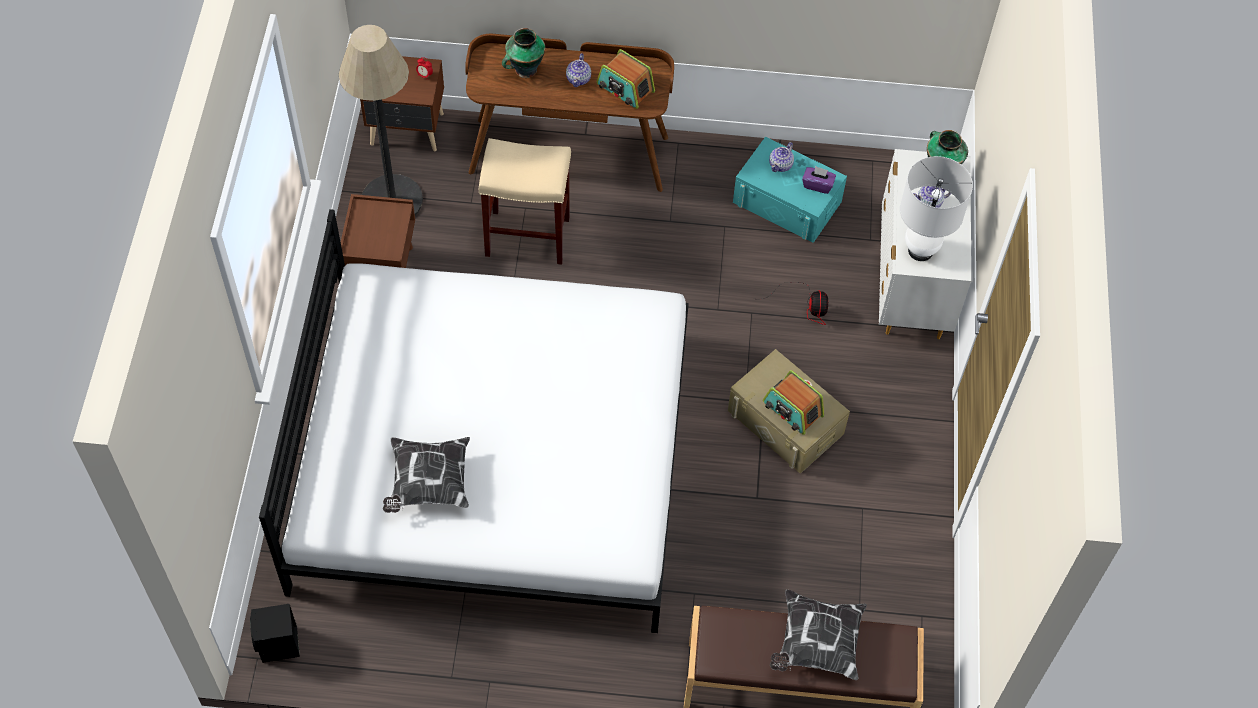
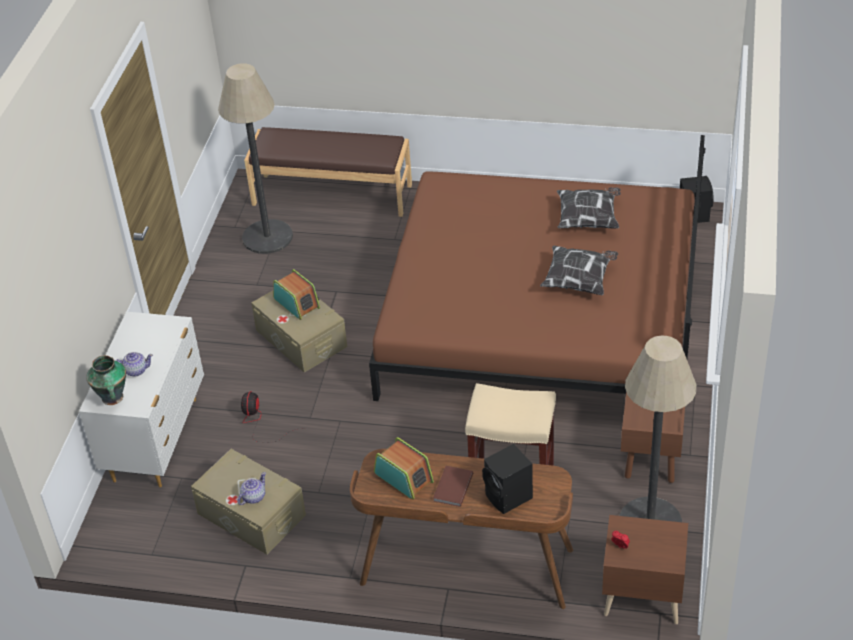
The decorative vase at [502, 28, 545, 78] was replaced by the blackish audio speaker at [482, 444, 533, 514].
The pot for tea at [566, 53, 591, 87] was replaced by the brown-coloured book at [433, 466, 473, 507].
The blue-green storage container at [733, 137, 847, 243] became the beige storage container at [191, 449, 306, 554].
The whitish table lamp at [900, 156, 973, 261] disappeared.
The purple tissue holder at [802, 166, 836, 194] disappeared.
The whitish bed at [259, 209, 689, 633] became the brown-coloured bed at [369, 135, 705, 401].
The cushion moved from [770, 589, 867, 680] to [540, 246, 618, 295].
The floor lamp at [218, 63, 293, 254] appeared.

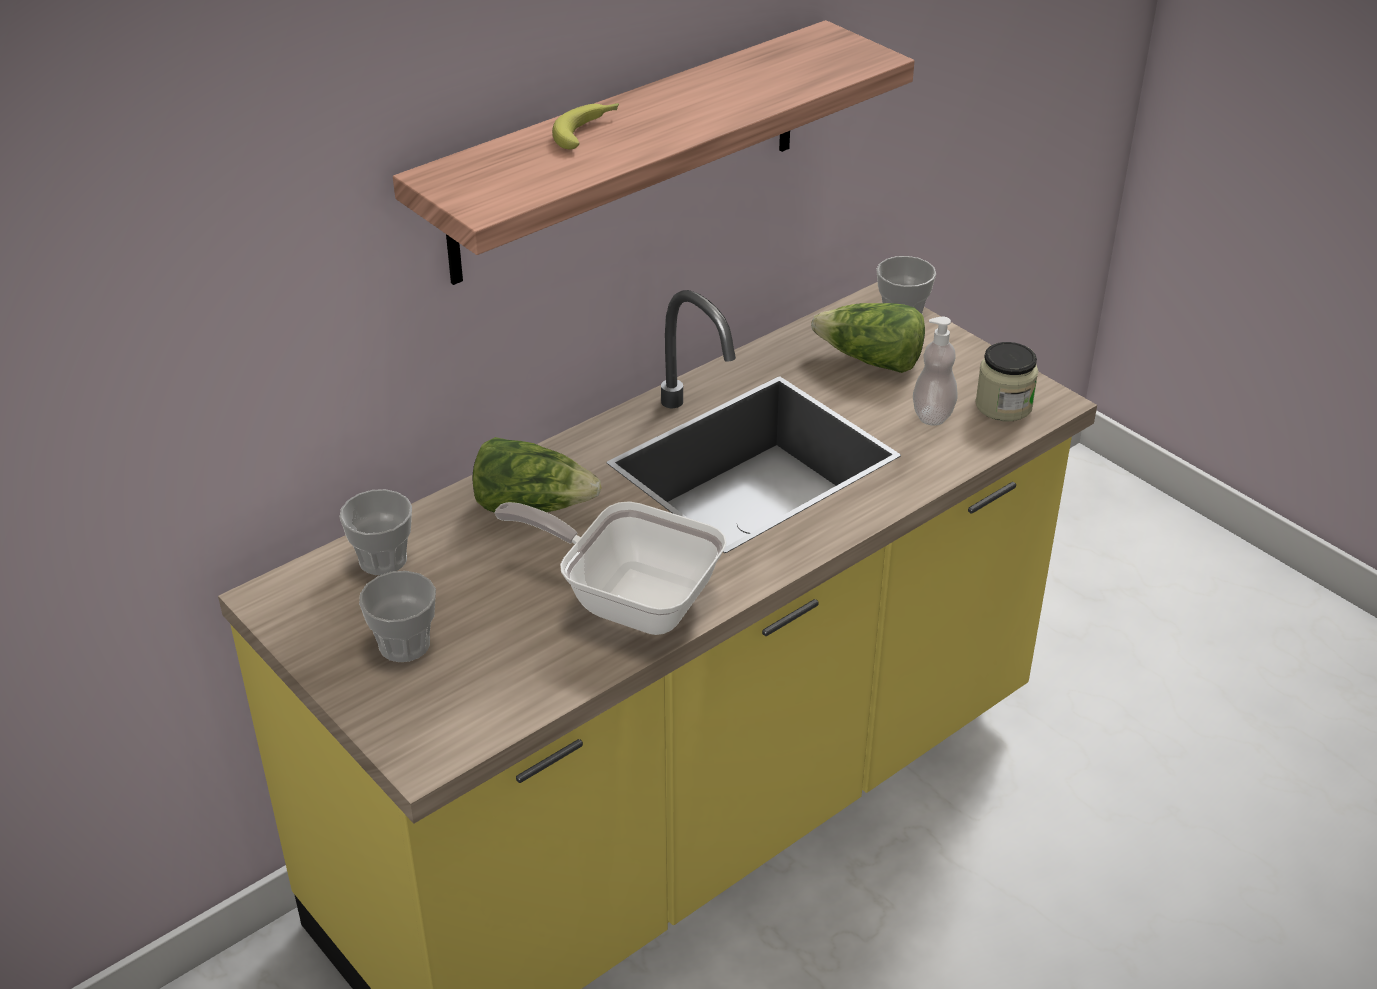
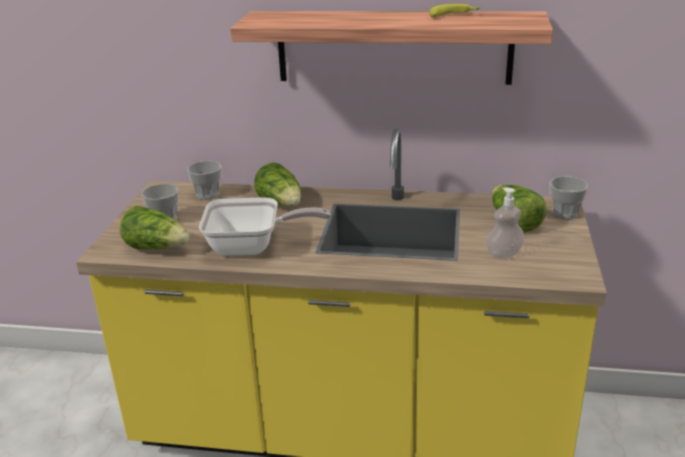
The banana moved from [552, 103, 619, 149] to [430, 4, 480, 18].
The jar at [975, 342, 1038, 421] disappeared.
The frying pan at [494, 501, 726, 635] turned 105 degrees clockwise.
The lettuce at [120, 206, 190, 249] appeared.

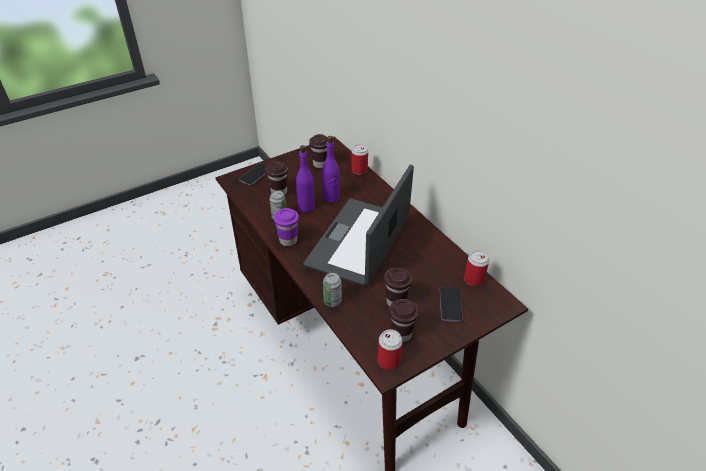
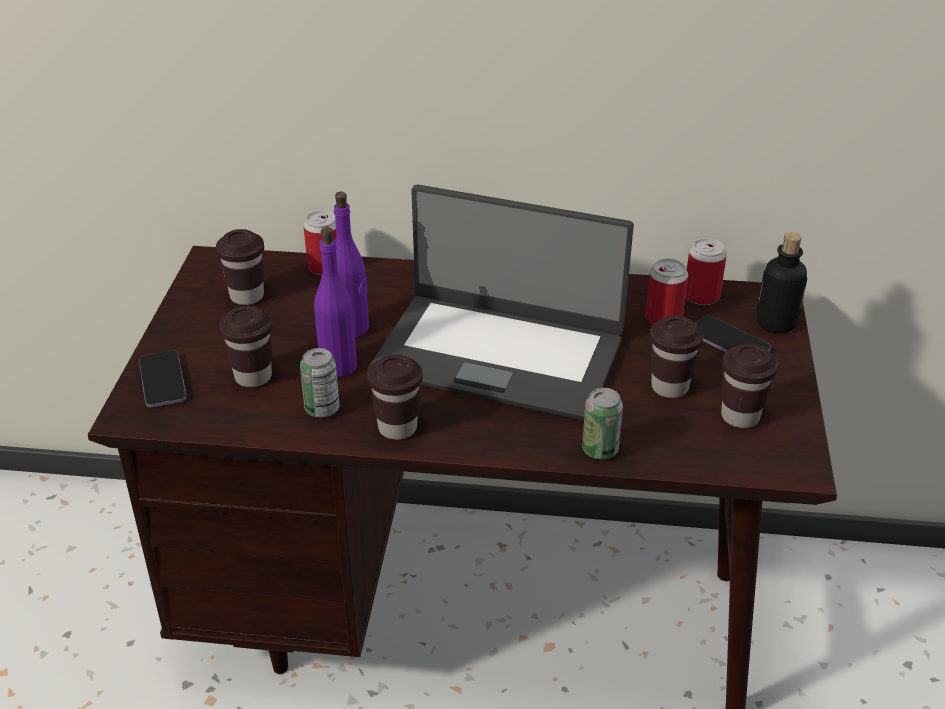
The portable computer at [303, 164, 414, 287] turned 45 degrees counterclockwise.
The purple drinking cup at [274, 208, 299, 246] became the brown-coloured drinking cup at [367, 354, 423, 440].
The can moved from [377, 329, 403, 370] to [645, 259, 688, 324].
The drink bottle at [756, 232, 807, 334] appeared.

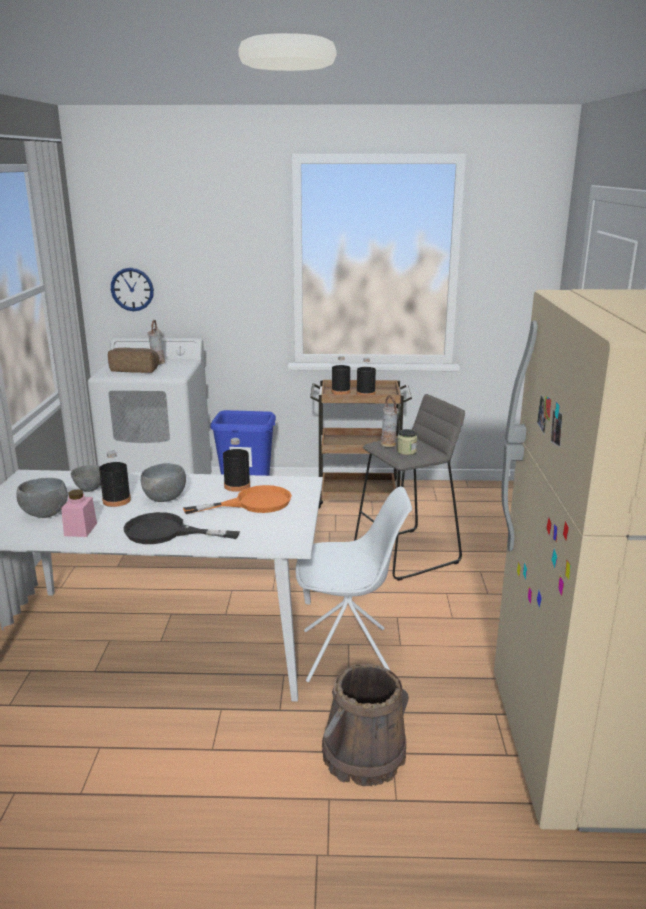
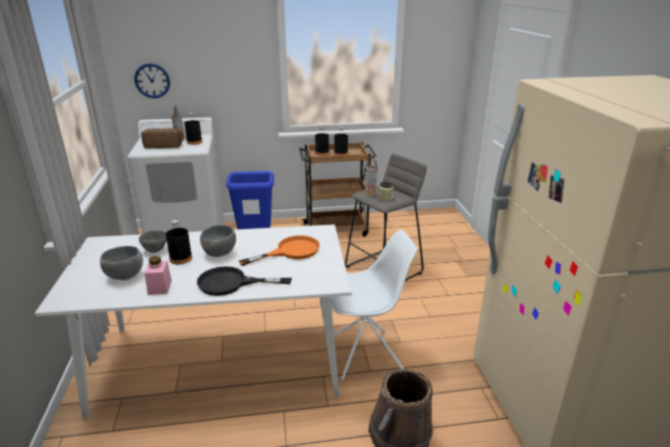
The blackish drink bottle moved from [223, 438, 250, 492] to [184, 113, 202, 145].

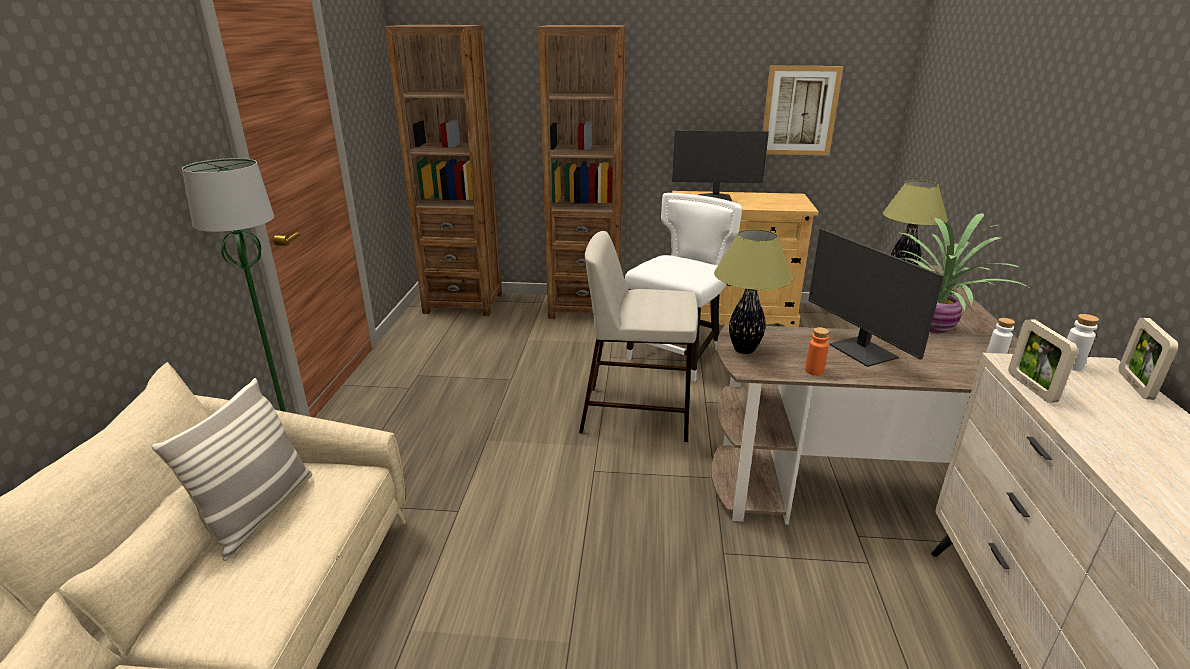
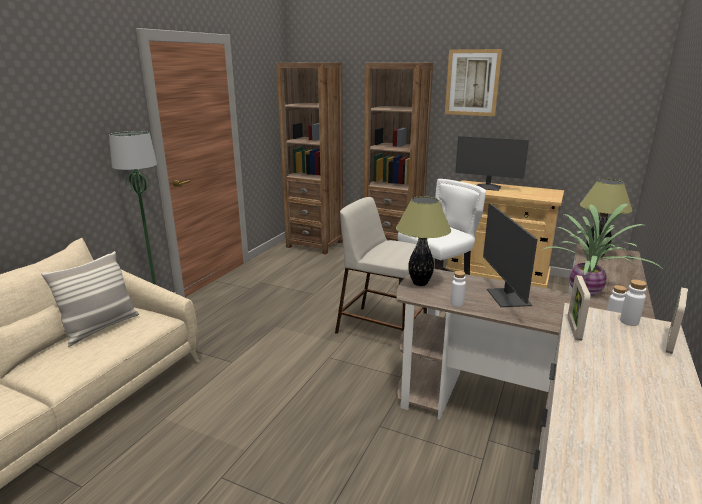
The picture moved from [763, 66, 843, 155] to [445, 49, 502, 116].
The orange drink bottle at [805, 327, 829, 376] became the whitish drink bottle at [450, 271, 466, 307].

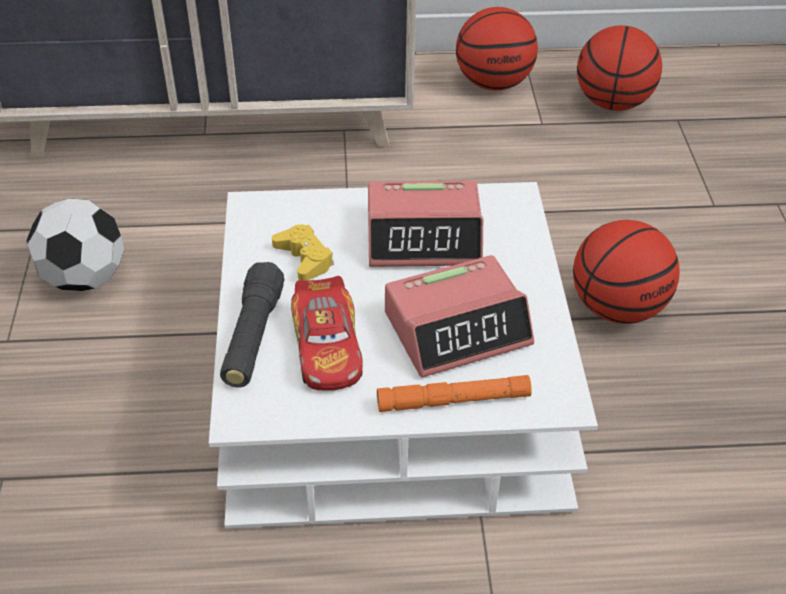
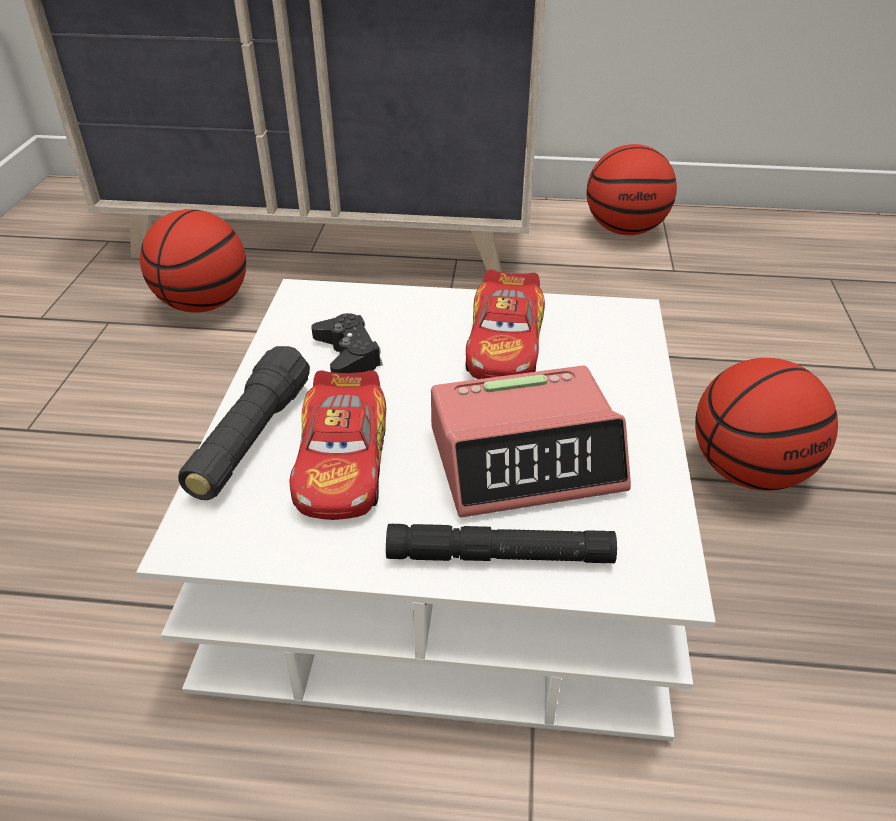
The basketball ball moved from [577, 25, 662, 111] to [140, 209, 246, 313].
The bedside clock at [368, 180, 483, 267] was replaced by the toy car at [466, 270, 545, 379].
The ball for football at [26, 198, 124, 291] disappeared.
The yellow-coloured gamepad at [272, 224, 334, 281] became the blackish gamepad at [311, 313, 383, 373].
The orange torch at [377, 375, 532, 412] became the blackish torch at [386, 524, 617, 563].

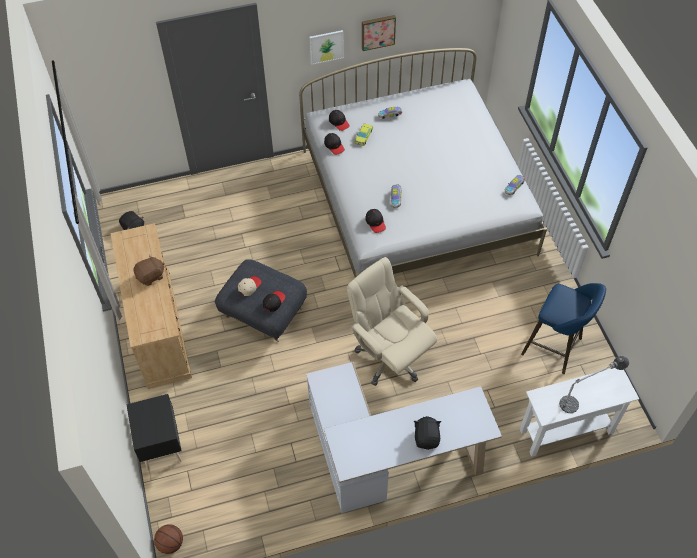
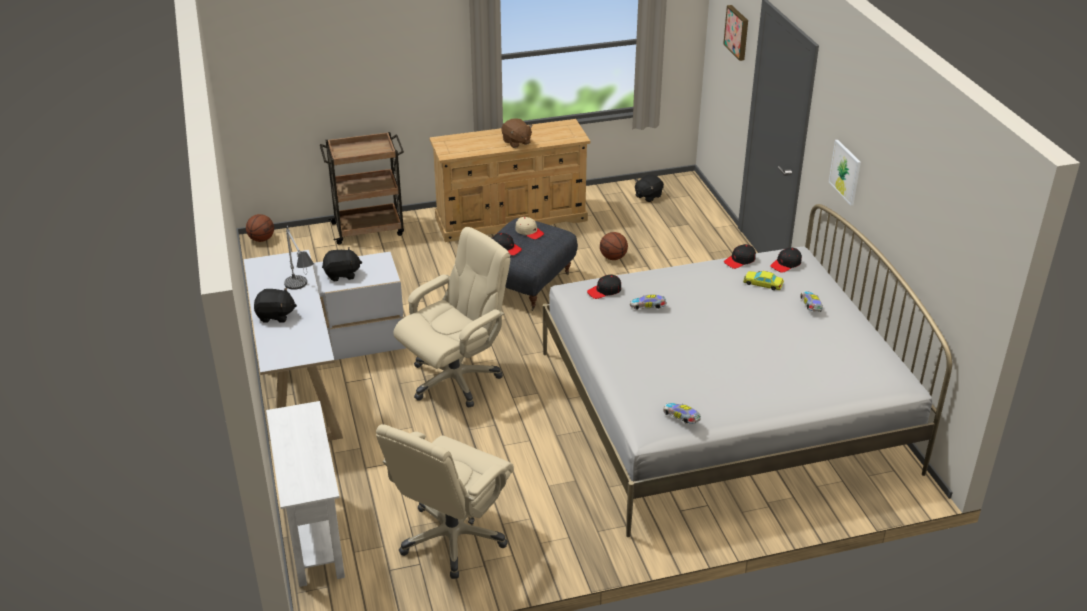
The picture moved from [362, 15, 396, 51] to [723, 5, 748, 61].
The blue sitting stool at [521, 283, 606, 374] was replaced by the beige office chair at [376, 424, 514, 579].
The table lamp moved from [559, 356, 629, 413] to [284, 226, 314, 290].
The blackish night table at [126, 394, 182, 471] was replaced by the brown-coloured wheeled cart at [320, 132, 404, 244].
The basketball ball at [600, 232, 628, 260] appeared.
The blackish soft toy at [322, 247, 362, 281] appeared.

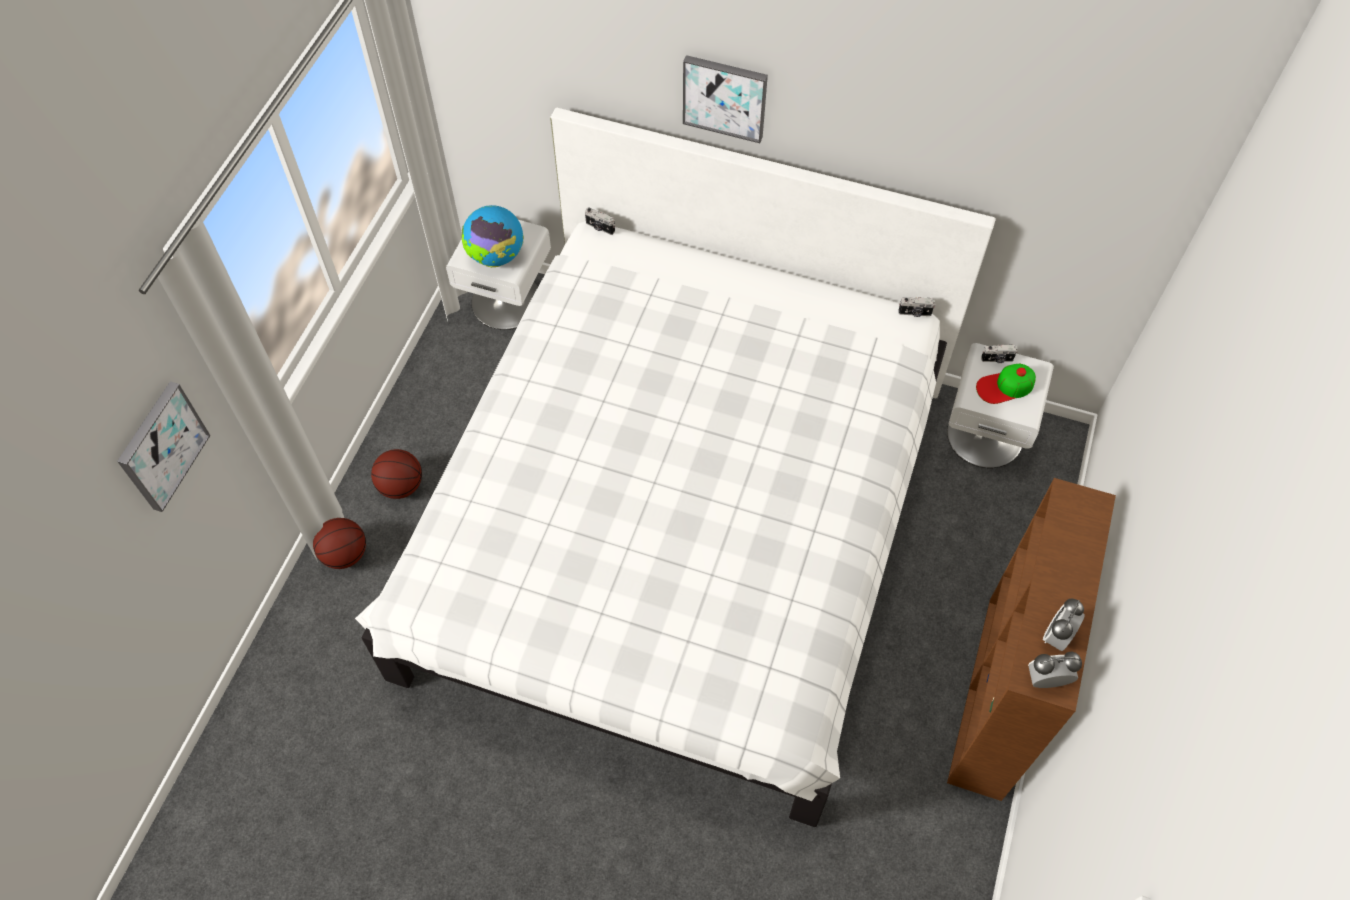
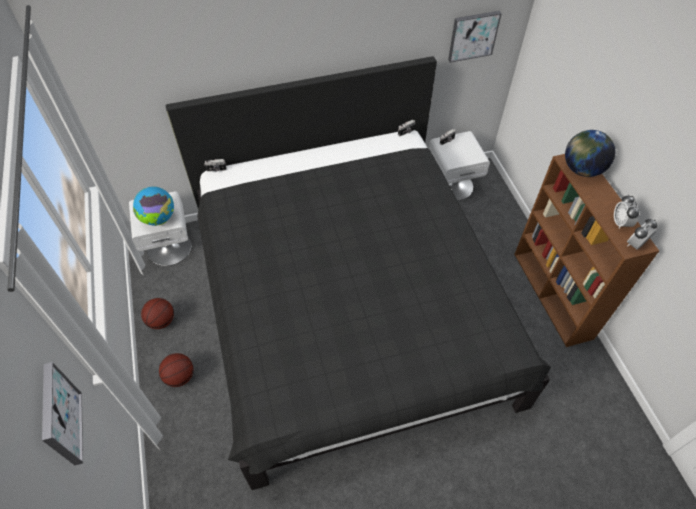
The picture moved from [683, 55, 768, 143] to [448, 11, 502, 62].
The whitish bed at [355, 108, 996, 827] became the blackish bed at [166, 56, 551, 490].
The peaked cap at [976, 364, 1036, 404] disappeared.
The basketball ball moved from [313, 518, 366, 569] to [141, 298, 174, 329].
The globe at [565, 130, 615, 177] appeared.

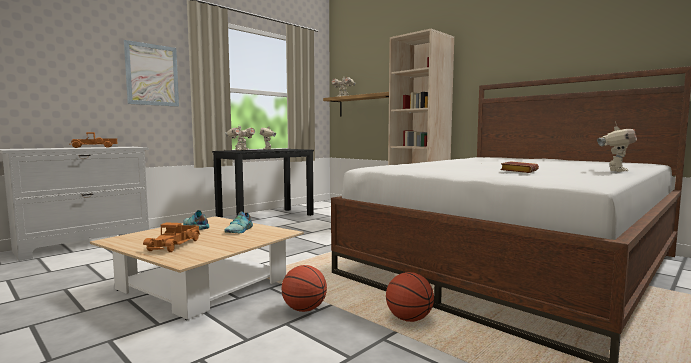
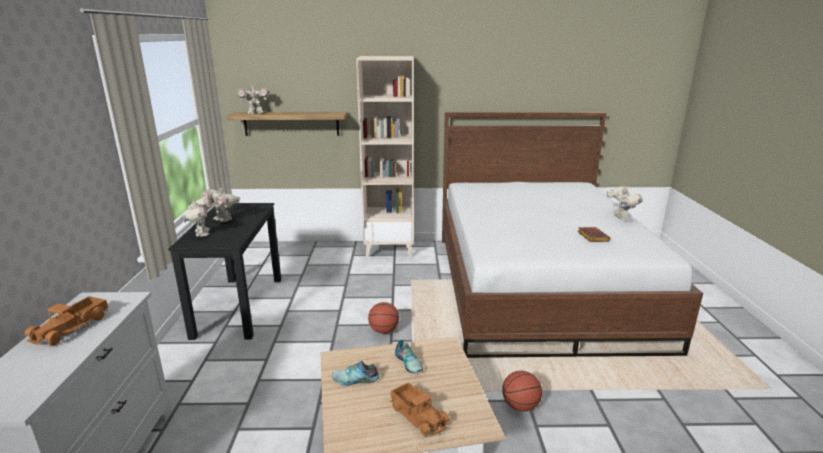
The picture at [124, 40, 179, 107] disappeared.
The basketball ball moved from [386, 272, 434, 322] to [368, 302, 399, 334].

